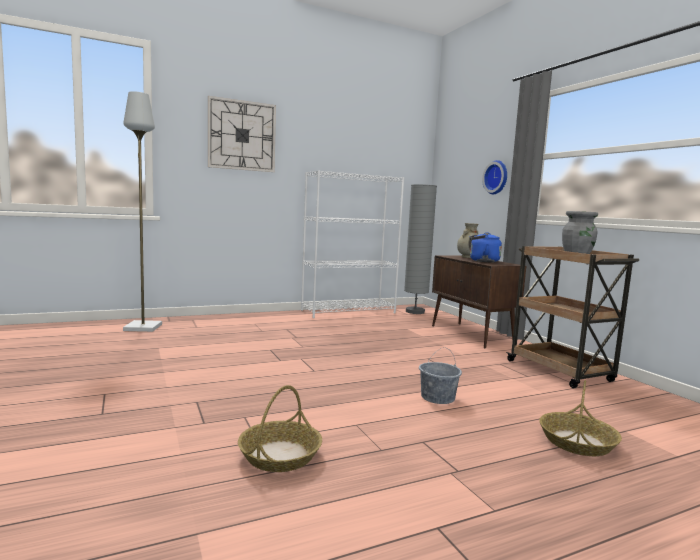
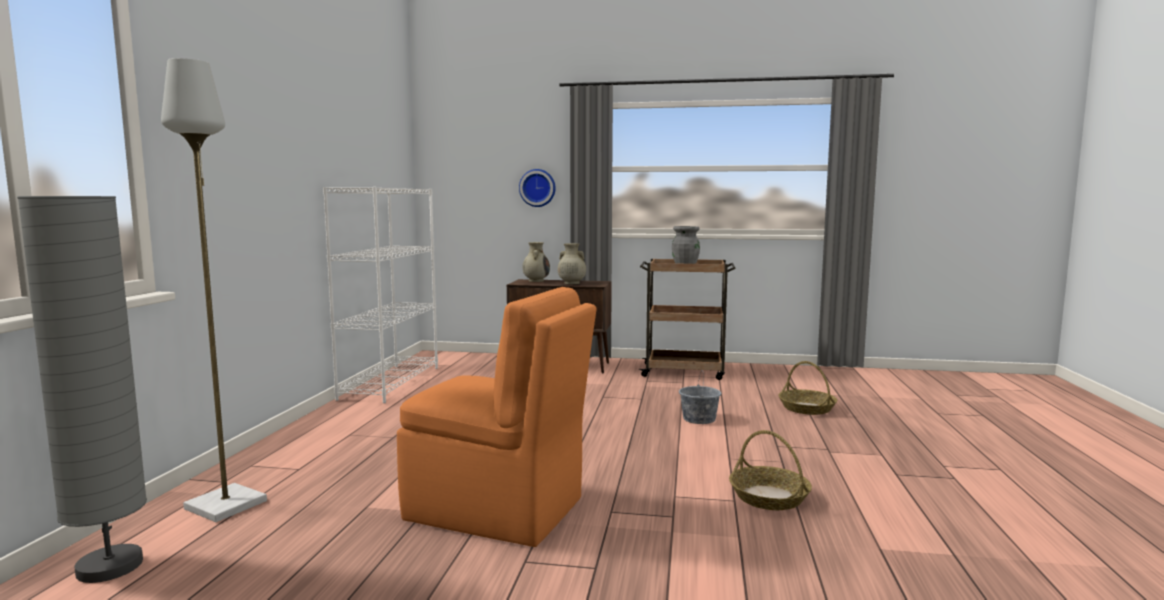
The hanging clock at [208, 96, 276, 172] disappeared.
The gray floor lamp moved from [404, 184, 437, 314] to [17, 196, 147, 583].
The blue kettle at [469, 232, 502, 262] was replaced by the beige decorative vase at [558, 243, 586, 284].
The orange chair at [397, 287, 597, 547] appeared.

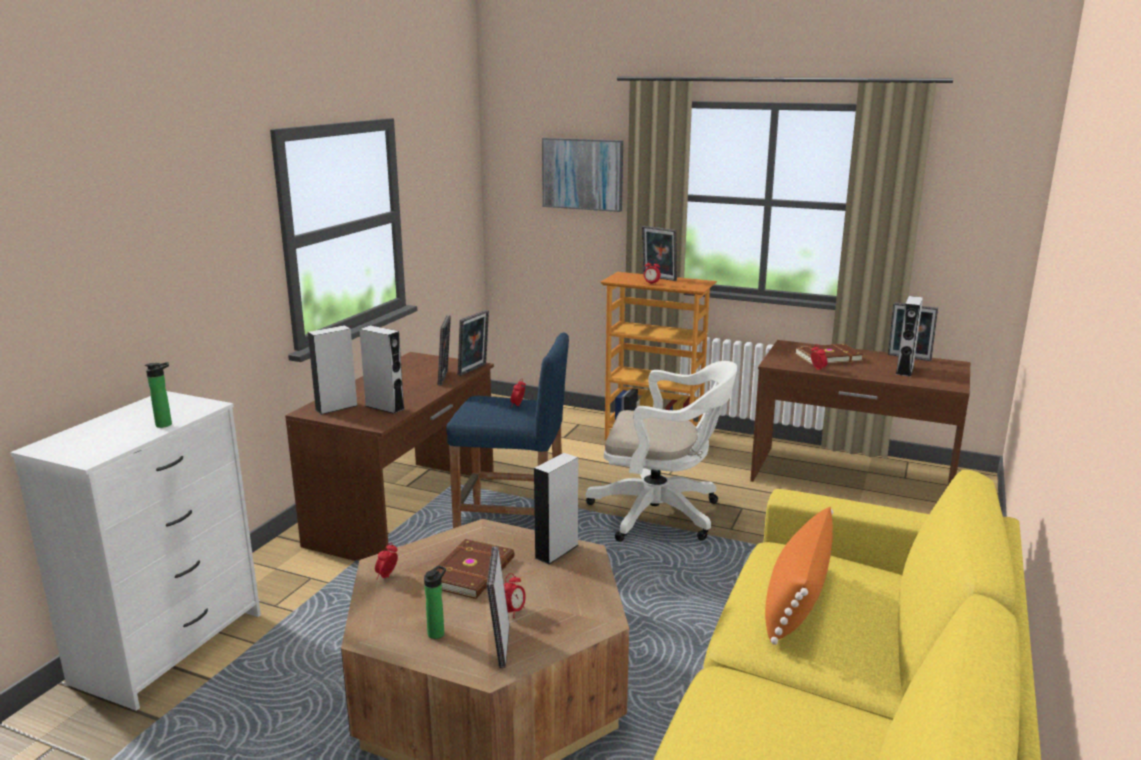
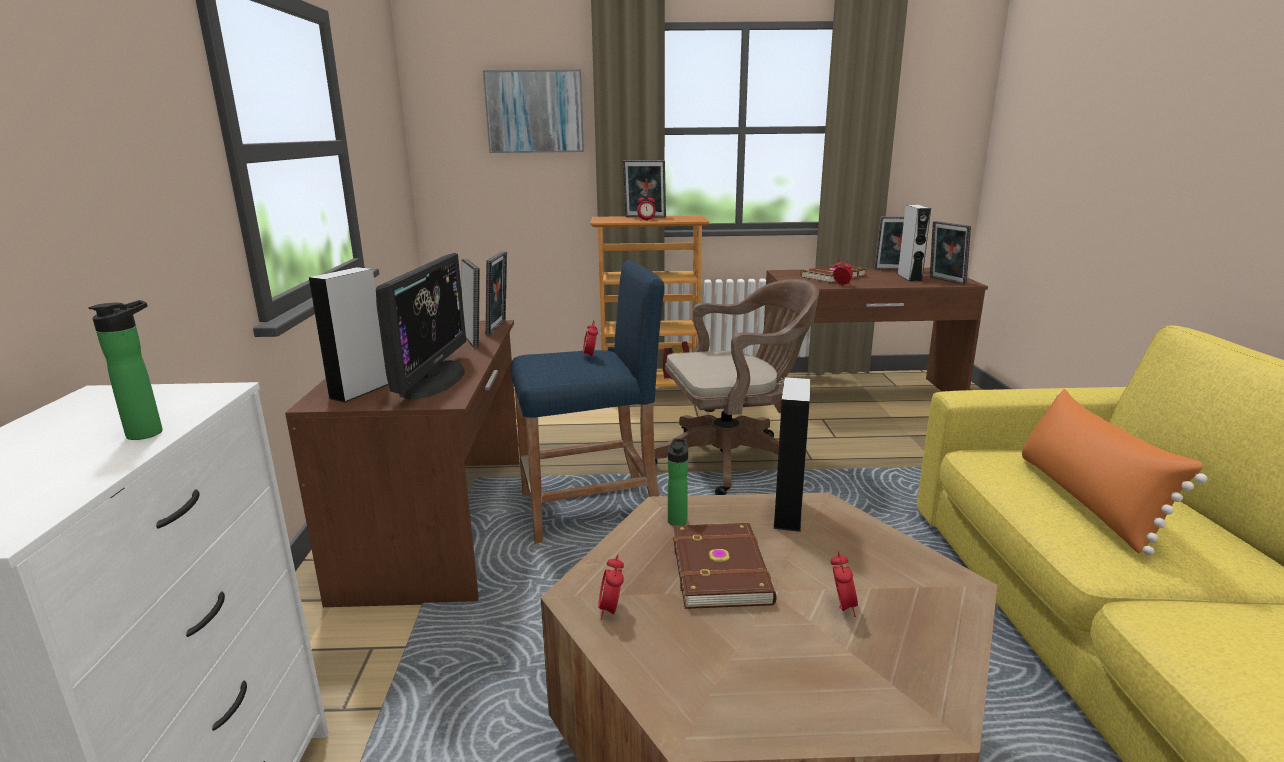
The gray audio speaker at [359, 326, 404, 414] was replaced by the monitor at [376, 253, 466, 400].
The whitish office chair at [586, 361, 738, 541] became the brown-coloured office chair at [654, 279, 819, 495].
The standing frame moved from [487, 546, 510, 668] to [930, 221, 971, 285].
The drink bottle moved from [424, 565, 446, 639] to [668, 438, 688, 525].

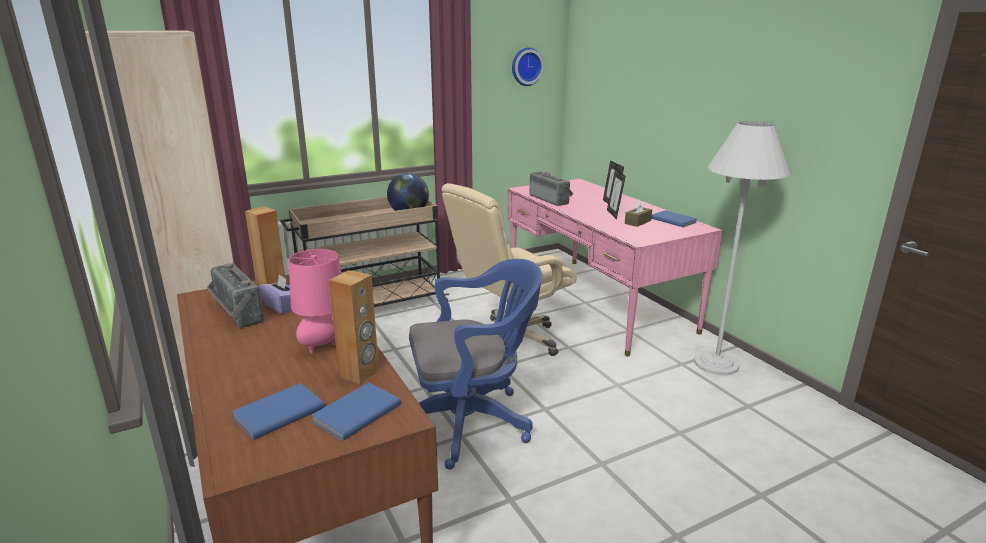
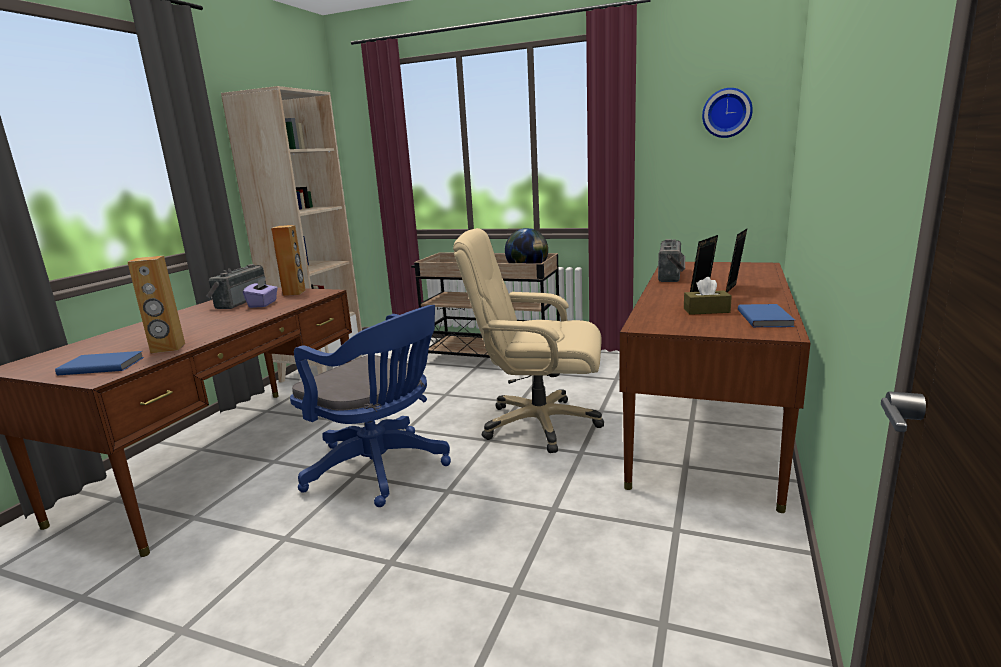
The whitish floor lamp at [694, 121, 791, 376] disappeared.
The pink-coloured desk at [507, 179, 723, 356] became the brown-coloured desk at [619, 262, 810, 513].
The pink-coloured table lamp at [289, 249, 342, 354] disappeared.
The blue book at [232, 383, 325, 440] disappeared.

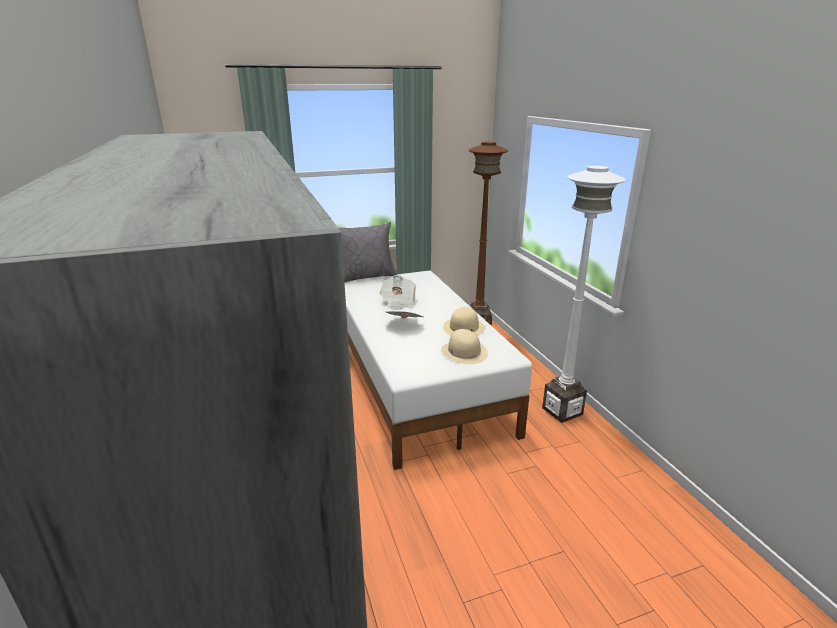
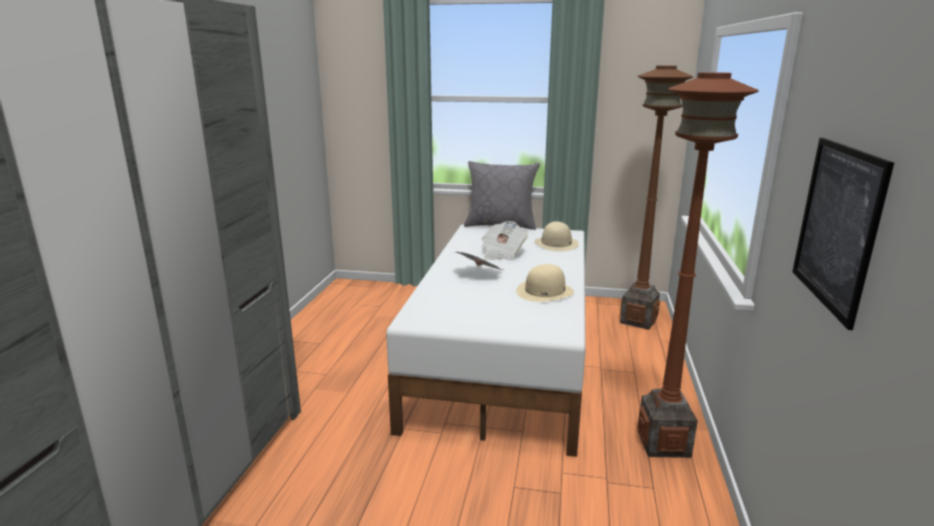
The whitish floor lamp at [542, 166, 626, 423] became the brown-coloured floor lamp at [637, 72, 759, 458].
The beige clothing hat moved from [441, 329, 488, 364] to [535, 221, 579, 251].
The picture at [792, 138, 894, 330] appeared.

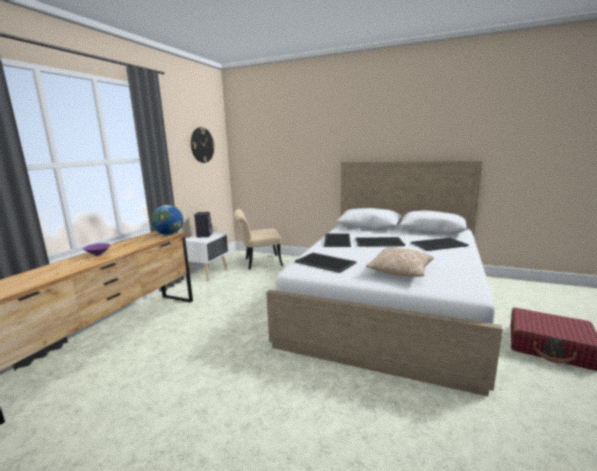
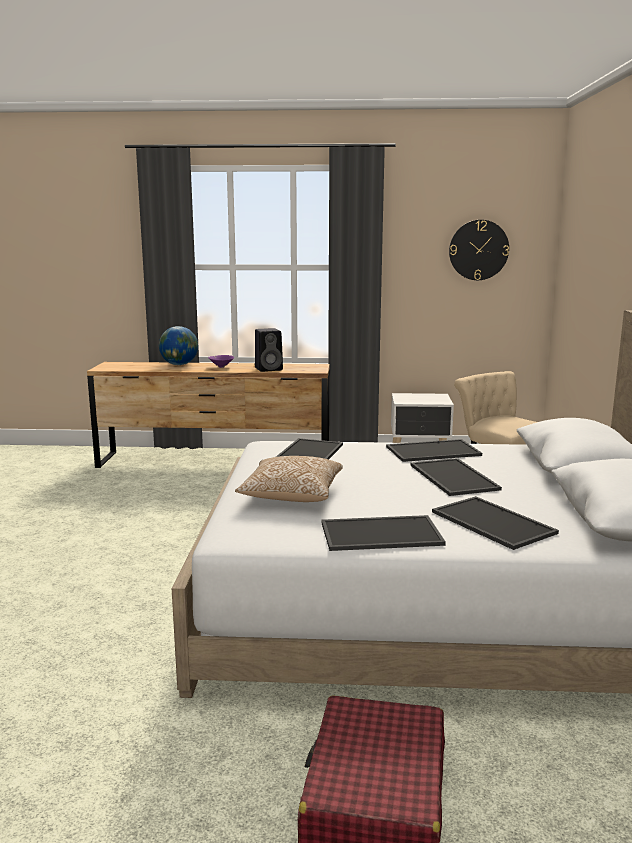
The globe moved from [151, 205, 183, 235] to [159, 326, 198, 365].
The blackish audio speaker moved from [194, 212, 212, 237] to [255, 328, 283, 372].
The carrying tray at [321, 515, 446, 551] appeared.

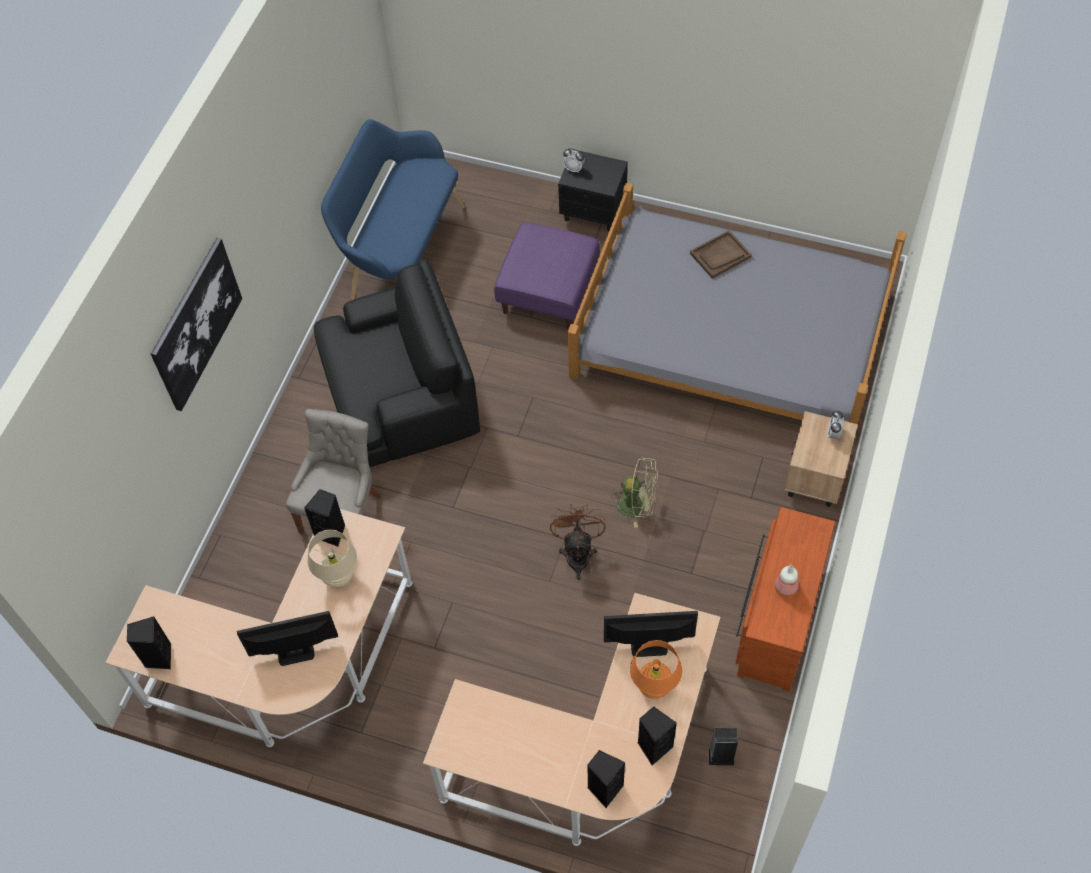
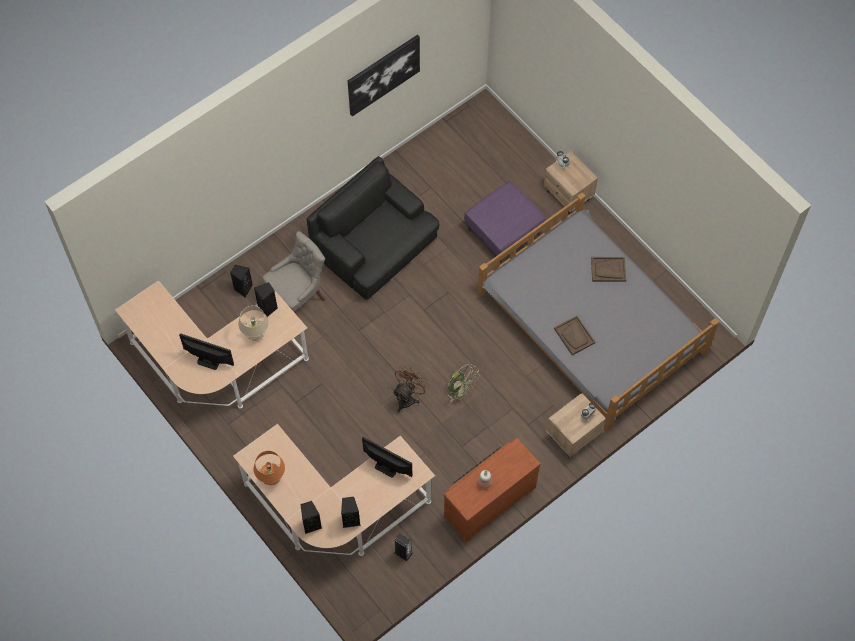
The blue long seat at [321, 119, 465, 300] disappeared.
The blackish night table at [558, 149, 628, 231] became the beige night table at [544, 151, 598, 214].
The picture moved from [151, 238, 242, 411] to [348, 35, 420, 116].
The blackish armchair at [314, 260, 480, 467] turned 150 degrees counterclockwise.
The blackish audio speaker moved from [127, 616, 171, 669] to [230, 265, 253, 298].
The orange table lamp moved from [630, 640, 682, 699] to [253, 451, 285, 485].
The brown-coloured carrying tray at [554, 316, 595, 355] appeared.

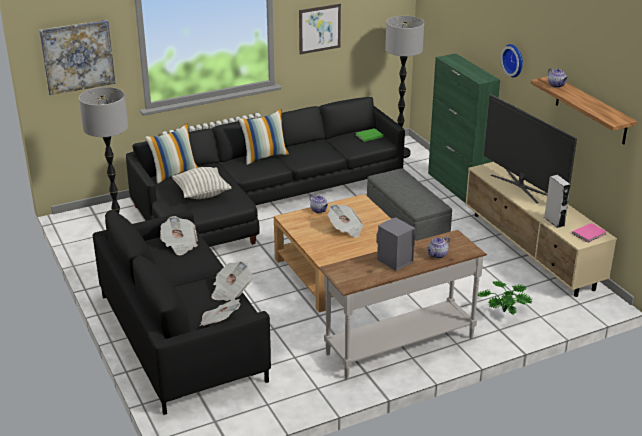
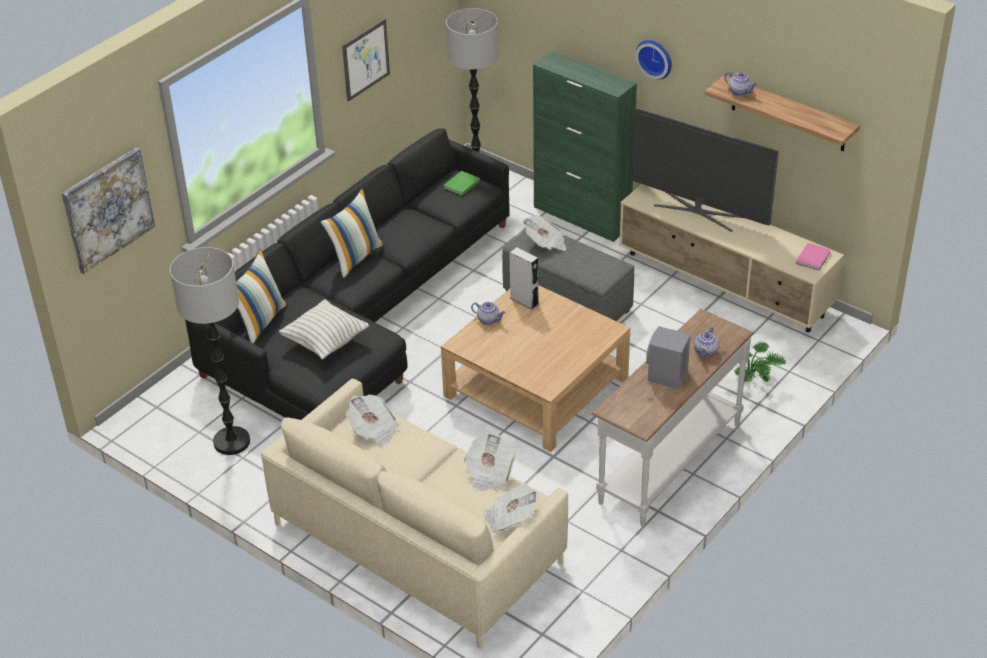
The gray audio speaker moved from [544, 175, 571, 228] to [509, 247, 539, 310].
The daily paper moved from [328, 204, 364, 238] to [523, 215, 566, 251].
The blackish couch at [93, 210, 271, 415] became the beige couch at [261, 379, 568, 649].

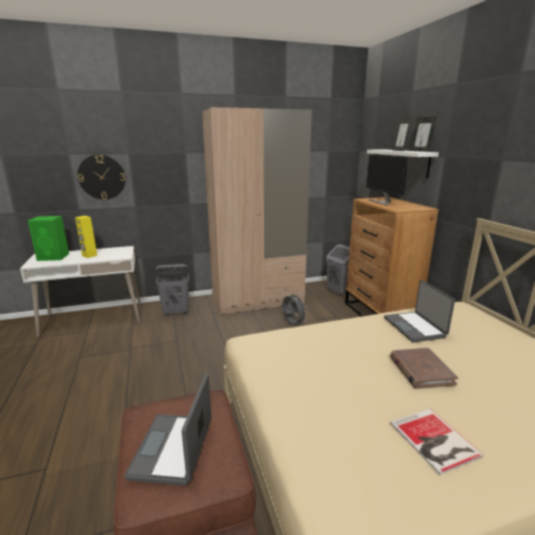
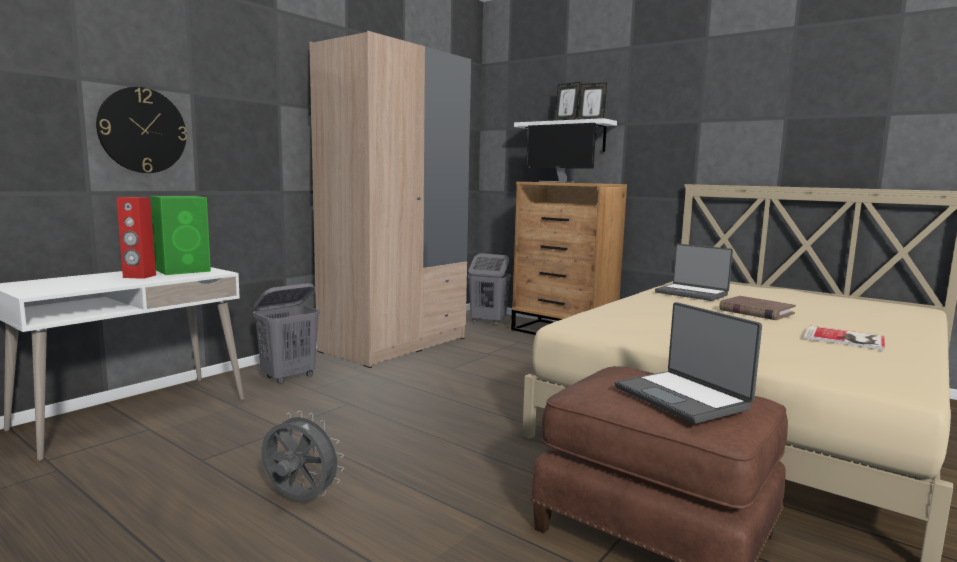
The green-coloured audio speaker moved from [28, 216, 69, 261] to [151, 196, 211, 275].
The yellow-coloured audio speaker at [75, 216, 97, 258] became the reddish audio speaker at [117, 197, 156, 279].
The gray cooling fan moved from [282, 292, 308, 325] to [261, 410, 344, 500].

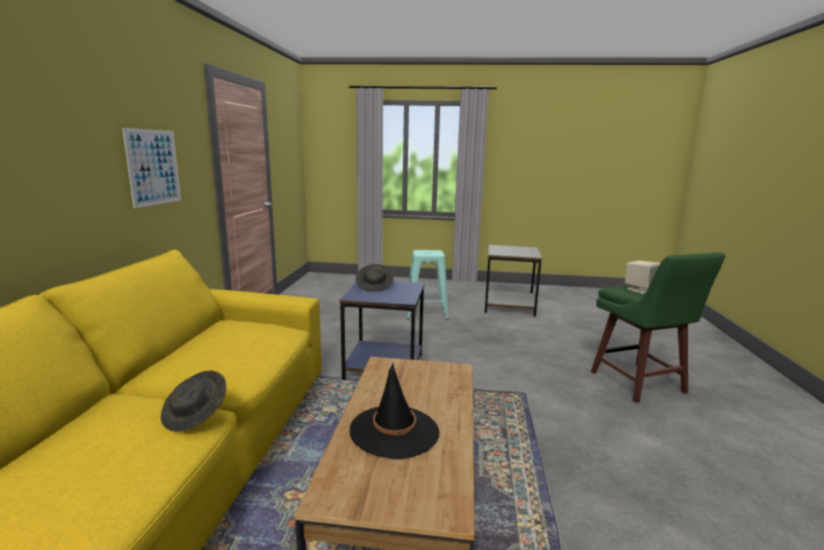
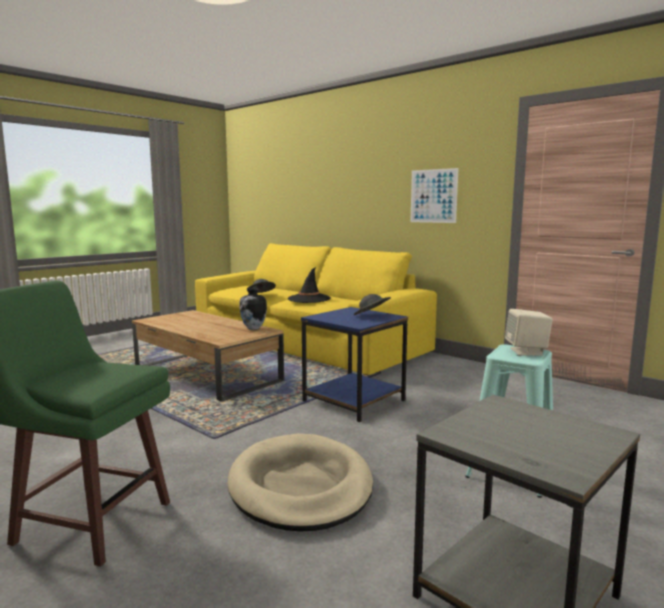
The beige audio speaker moved from [625, 261, 661, 294] to [505, 309, 553, 355].
The blackish clothing hat moved from [350, 363, 439, 459] to [288, 267, 331, 303].
The decorative vase at [240, 288, 267, 330] appeared.
The beige pet bed at [227, 434, 373, 531] appeared.

